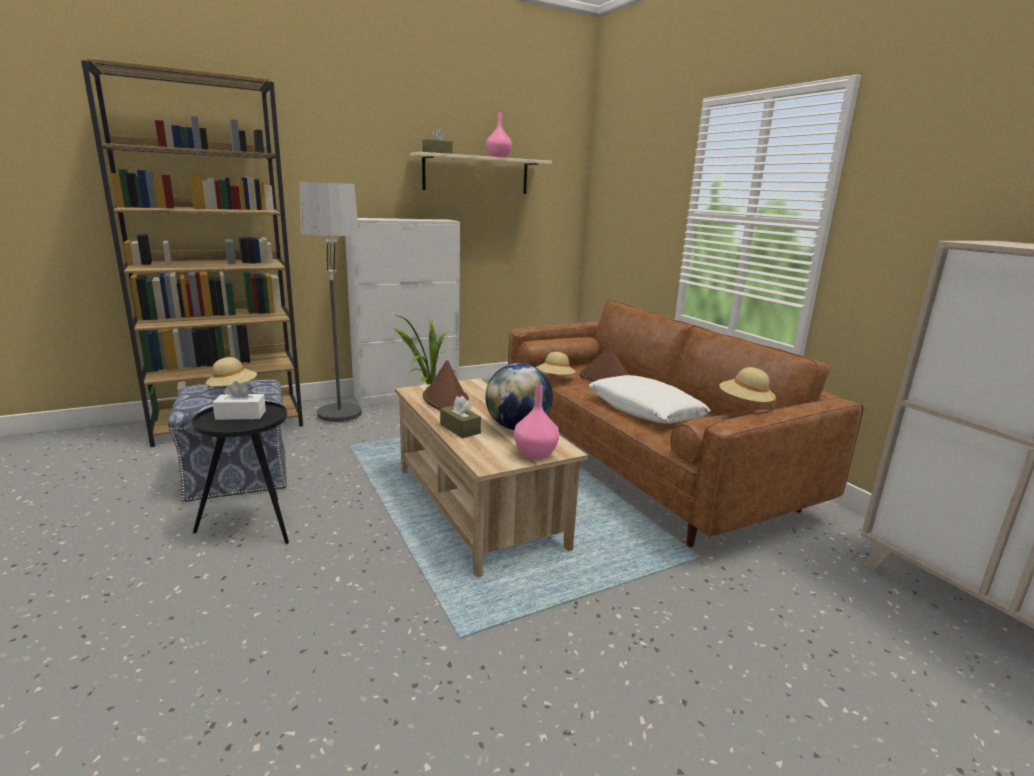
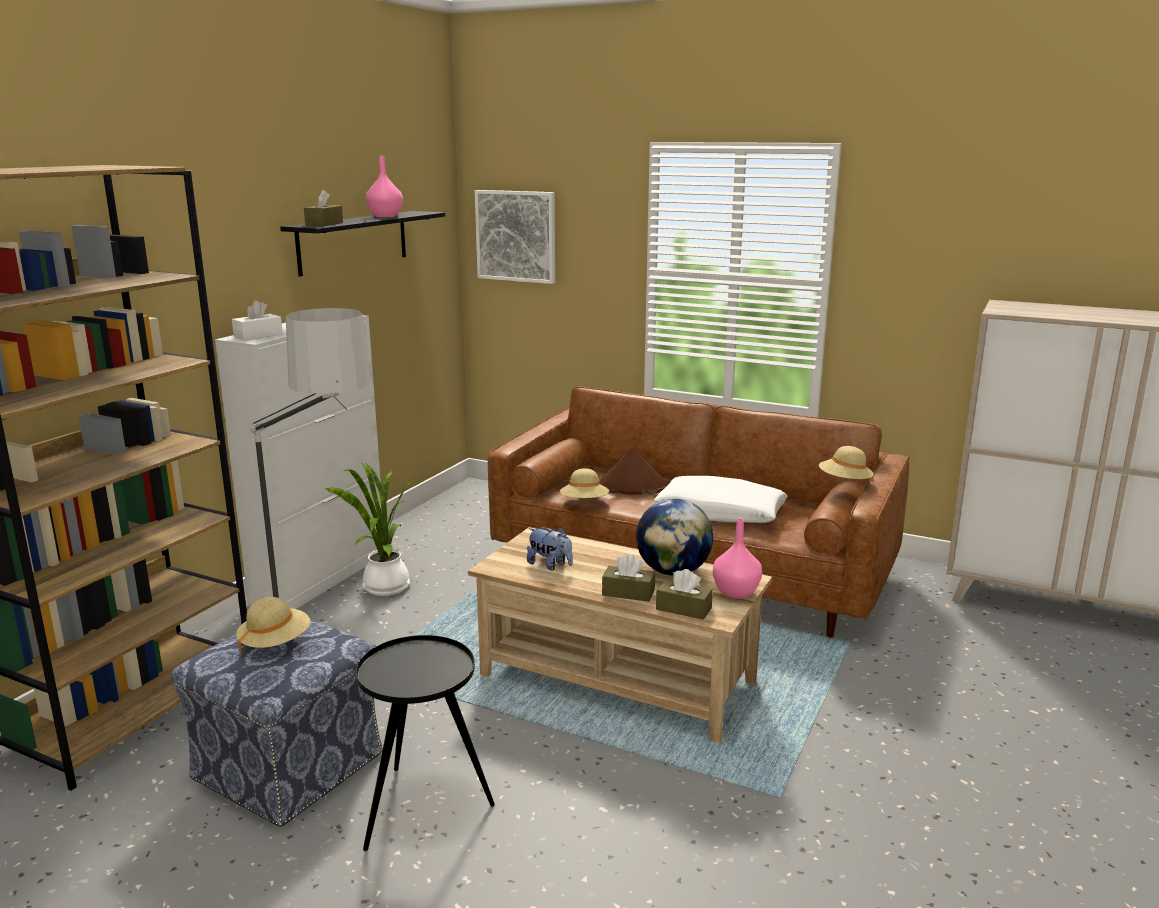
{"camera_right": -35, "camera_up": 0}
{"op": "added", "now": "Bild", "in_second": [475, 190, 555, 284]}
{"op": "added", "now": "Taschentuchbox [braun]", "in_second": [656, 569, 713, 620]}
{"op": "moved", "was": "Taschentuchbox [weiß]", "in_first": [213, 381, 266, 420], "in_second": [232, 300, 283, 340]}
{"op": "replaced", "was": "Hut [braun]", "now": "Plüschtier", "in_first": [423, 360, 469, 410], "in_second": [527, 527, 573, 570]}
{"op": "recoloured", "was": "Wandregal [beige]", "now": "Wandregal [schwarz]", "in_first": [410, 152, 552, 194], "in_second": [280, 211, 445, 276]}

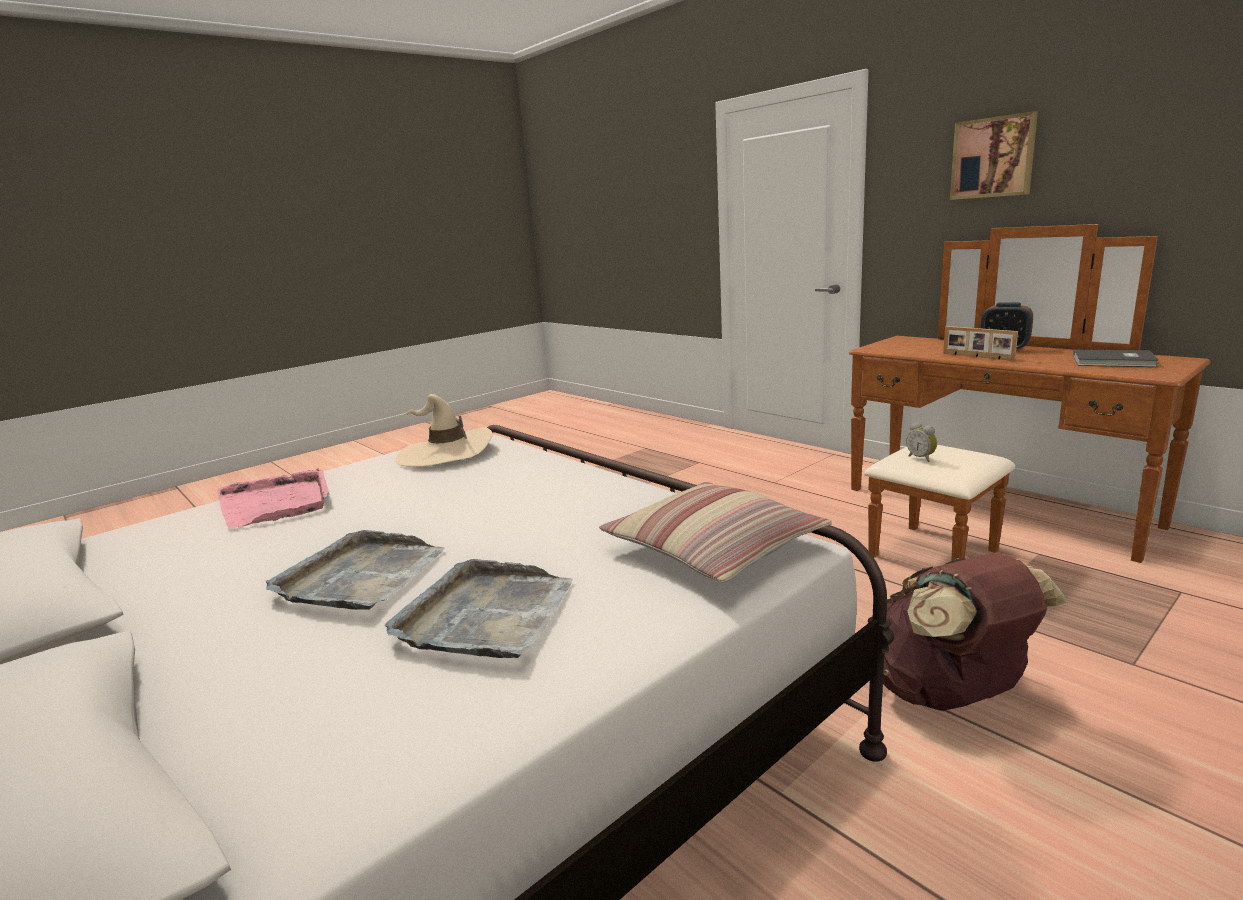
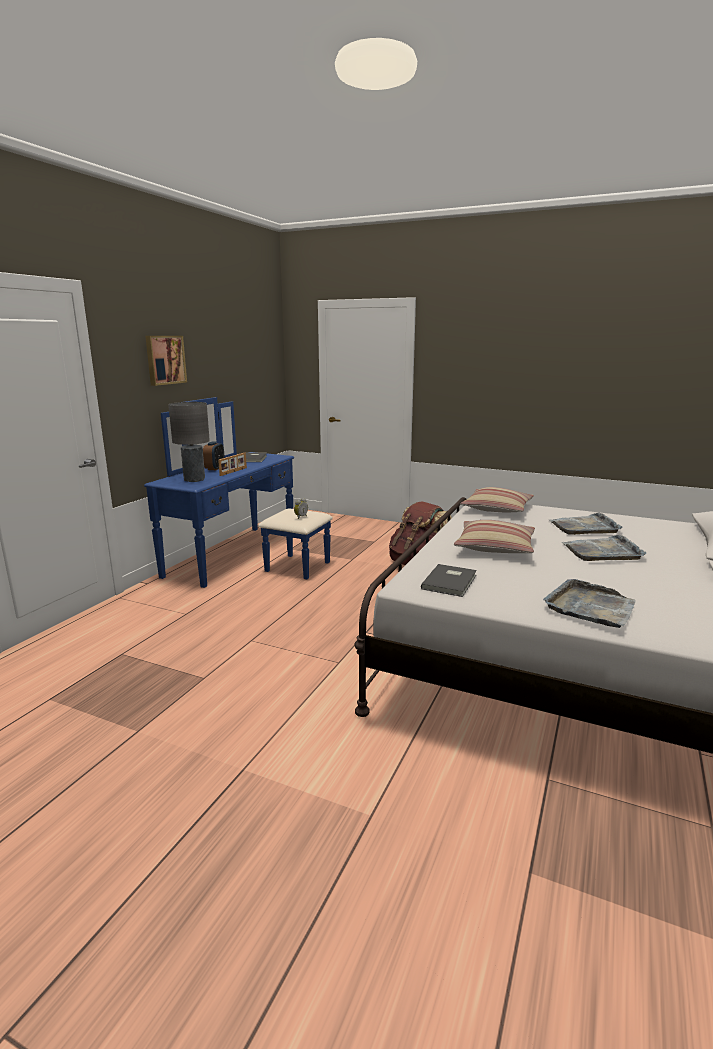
{"camera_right": -115, "camera_up": 0}
{"op": "added", "now": "Tischlampe [grau]", "in_second": [168, 402, 210, 482]}
{"op": "added", "now": "Kissen", "in_second": [454, 520, 535, 553]}
{"op": "replaced", "was": "Hut [beige]", "now": "Buch [grau]", "in_first": [396, 394, 493, 466], "in_second": [421, 564, 477, 597]}
{"op": "recoloured", "was": "Tablett [rosa]", "now": "Tablett [grau]", "in_first": [217, 468, 329, 529], "in_second": [543, 579, 636, 628]}
{"op": "recoloured", "was": "Kommode [braun]", "now": "Kommode [blau]", "in_first": [849, 224, 1211, 563], "in_second": [144, 397, 333, 588]}

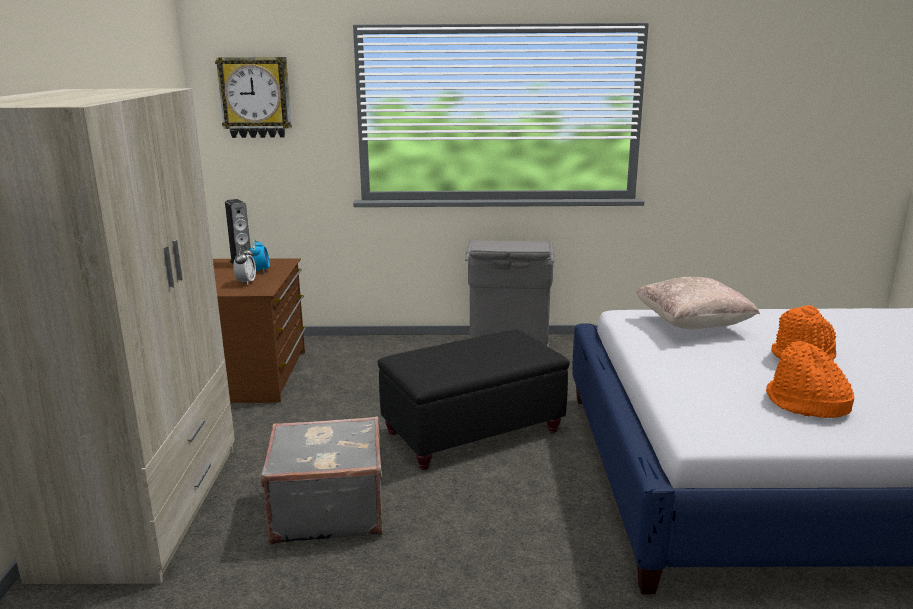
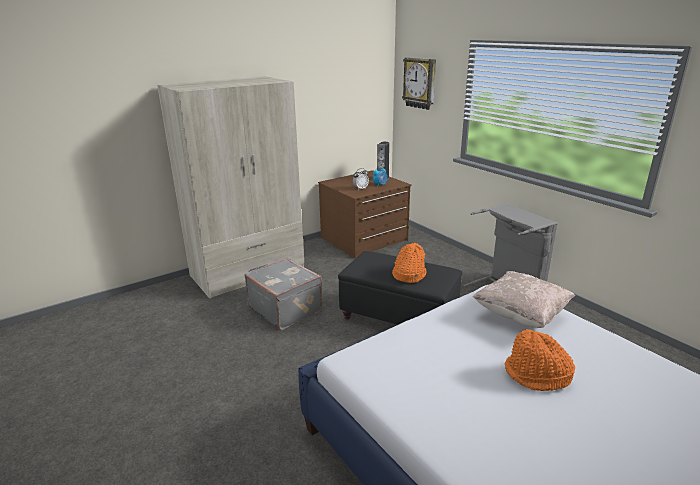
{"camera_right": 55, "camera_up": 5}
{"op": "moved", "was": "Hut [orange]", "in_first": [766, 341, 854, 418], "in_second": [392, 243, 427, 283]}

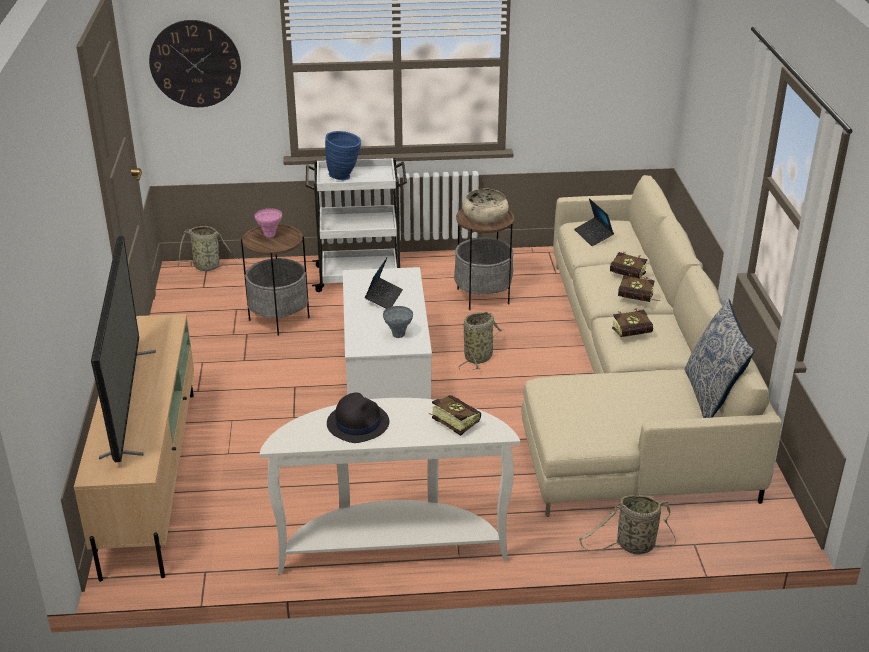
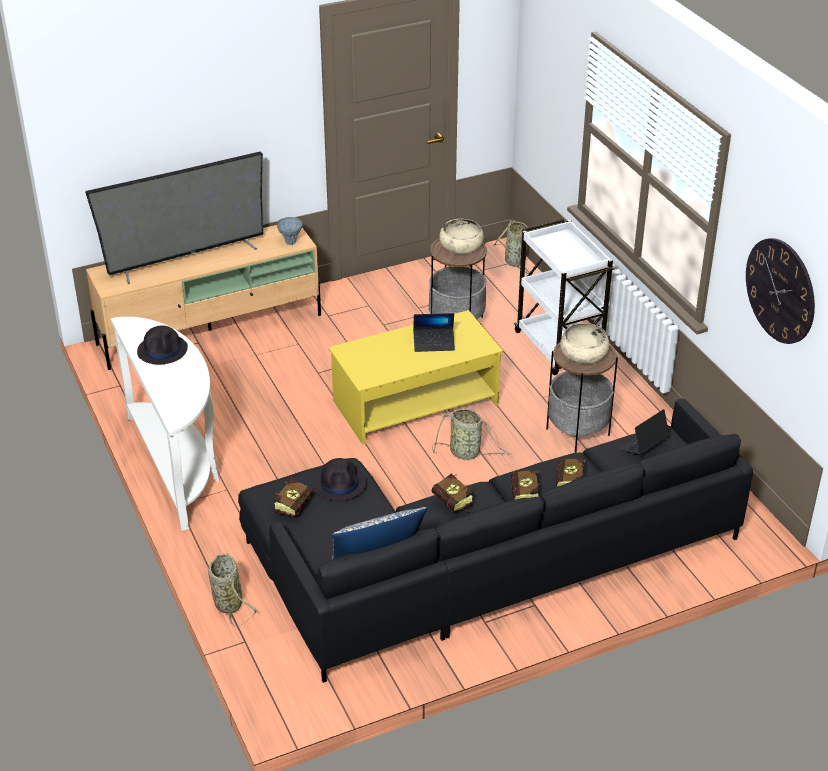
{"camera_right": 70, "camera_up": 5}
{"op": "removed", "was": "Vase [blau]", "in_first": [325, 131, 361, 180]}
{"op": "added", "now": "Hut [schwarz]", "in_second": [313, 458, 366, 501]}
{"op": "moved", "was": "Wanduhr", "in_first": [149, 20, 241, 107], "in_second": [746, 238, 815, 344]}
{"op": "moved", "was": "Vase [grau]", "in_first": [383, 306, 413, 338], "in_second": [277, 217, 303, 245]}
{"op": "moved", "was": "Buch", "in_first": [429, 395, 481, 436], "in_second": [274, 478, 313, 517]}
{"op": "replaced", "was": "Vase [rosa]", "now": "Schüssel [beige]", "in_first": [254, 208, 282, 238], "in_second": [440, 219, 484, 254]}
{"op": "recoloured", "was": "Couchtisch [weiß]", "now": "Couchtisch [gelb]", "in_first": [343, 267, 432, 399], "in_second": [328, 310, 503, 445]}
{"op": "recoloured", "was": "Sofa [beige]", "now": "Sofa [schwarz]", "in_first": [521, 175, 782, 517], "in_second": [238, 398, 753, 683]}

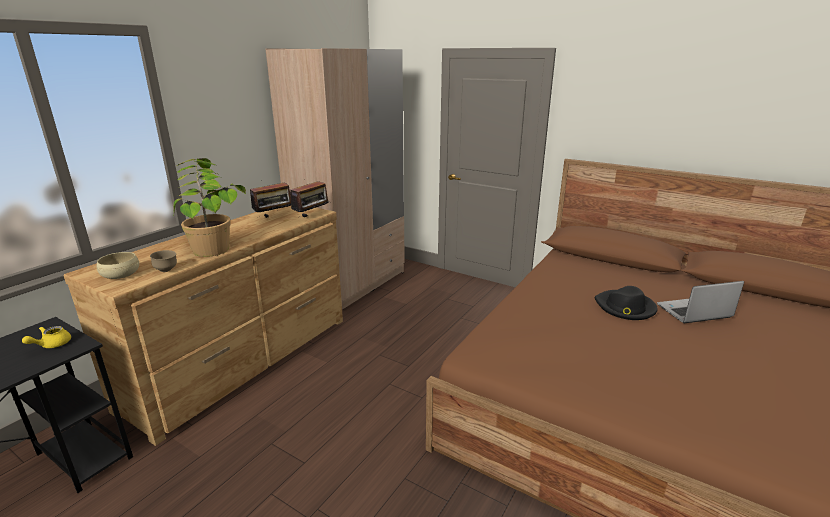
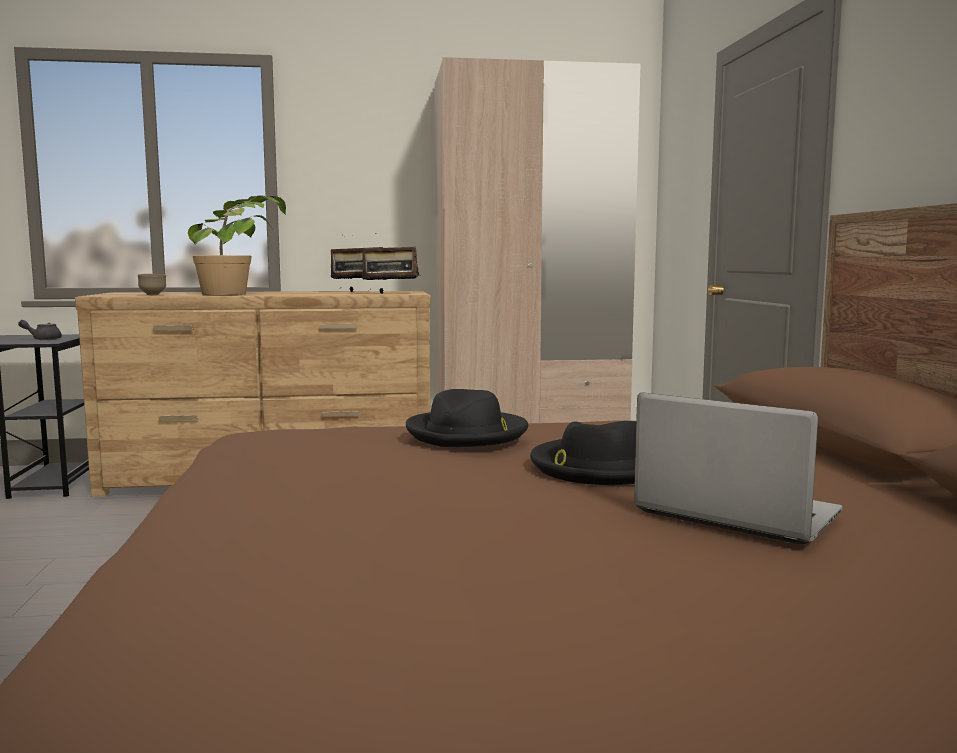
{"camera_right": 50, "camera_up": -15}
{"op": "removed", "was": "Schüssel [beige]", "in_first": [97, 252, 139, 279]}
{"op": "added", "now": "Hut [schwarz]", "in_second": [406, 389, 528, 447]}
{"op": "recoloured", "was": "Teekanne [gelb]", "now": "Teekanne [grau]", "in_first": [22, 326, 71, 348], "in_second": [18, 320, 62, 340]}

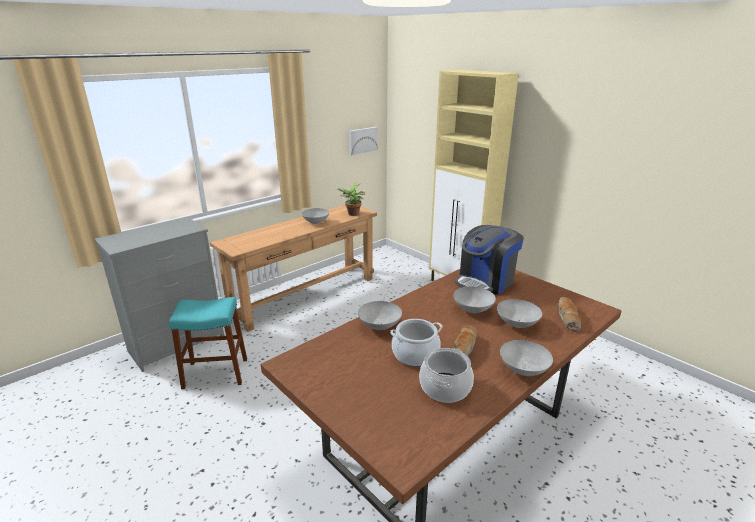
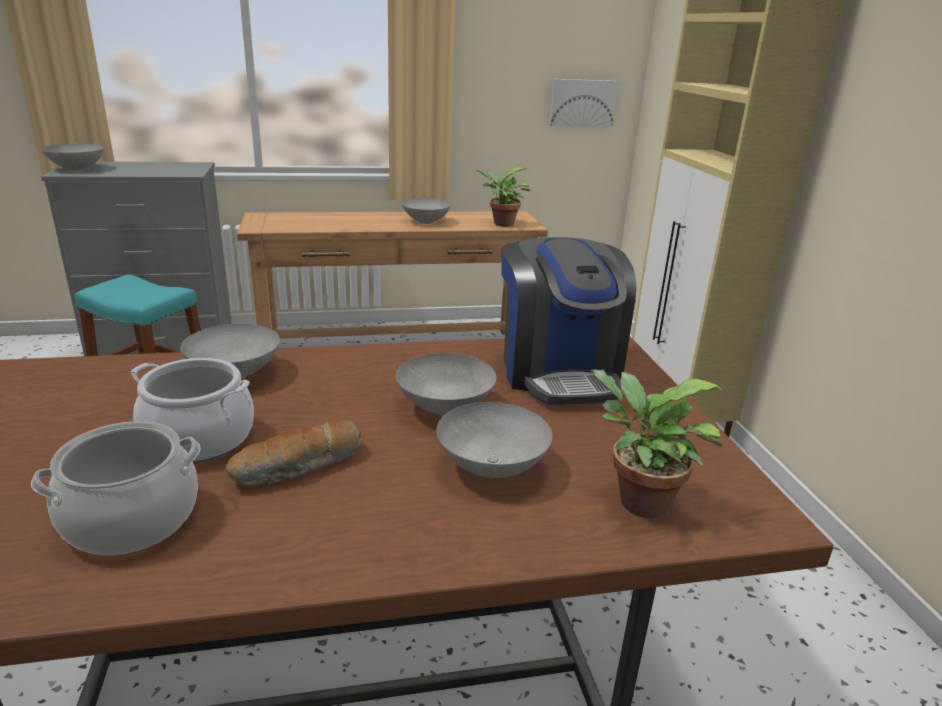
{"camera_right": 30, "camera_up": 0}
{"op": "moved", "was": "Schüssel [grau]", "in_first": [500, 340, 553, 376], "in_second": [41, 143, 104, 171]}
{"op": "replaced", "was": "Brot", "now": "Topfpflanze", "in_first": [558, 297, 581, 332], "in_second": [590, 369, 723, 518]}
{"op": "turned", "was": "Kaffeemaschine", "in_first": [455, 225, 524, 295], "in_second": [501, 237, 636, 405], "clockwise": -90}

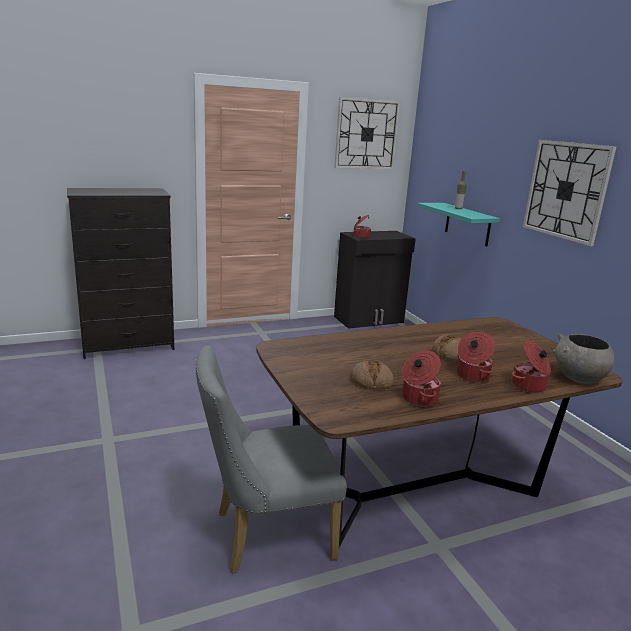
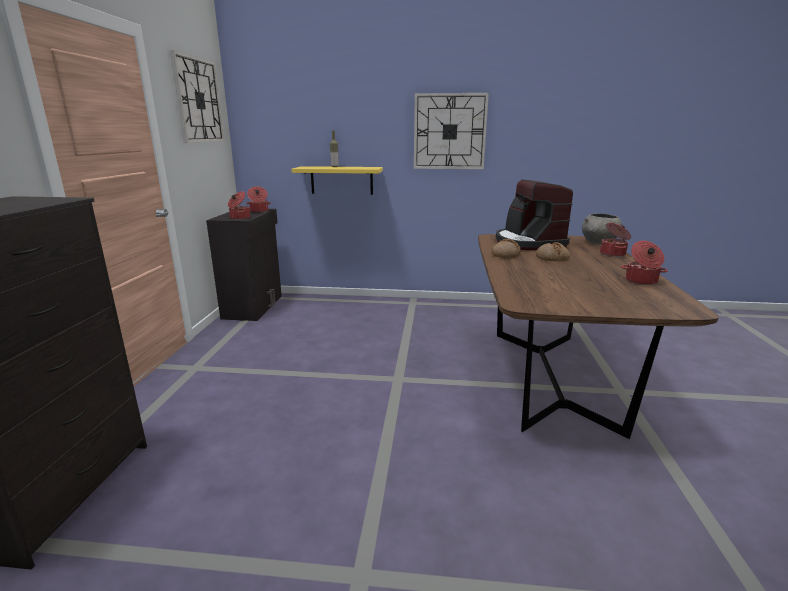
{"camera_right": -60, "camera_up": 0}
{"op": "removed", "was": "Stuhl [grau]", "in_first": [196, 345, 347, 573]}
{"op": "added", "now": "Kaffeemaschine", "in_second": [496, 180, 573, 250]}
{"op": "moved", "was": "Brot", "in_first": [351, 360, 394, 389], "in_second": [491, 239, 521, 258]}
{"op": "moved", "was": "Kochtopf", "in_first": [457, 332, 495, 383], "in_second": [246, 186, 271, 212]}
{"op": "recoloured", "was": "Wandregal [türkis]", "now": "Wandregal [gelb]", "in_first": [417, 203, 500, 246], "in_second": [291, 166, 383, 195]}

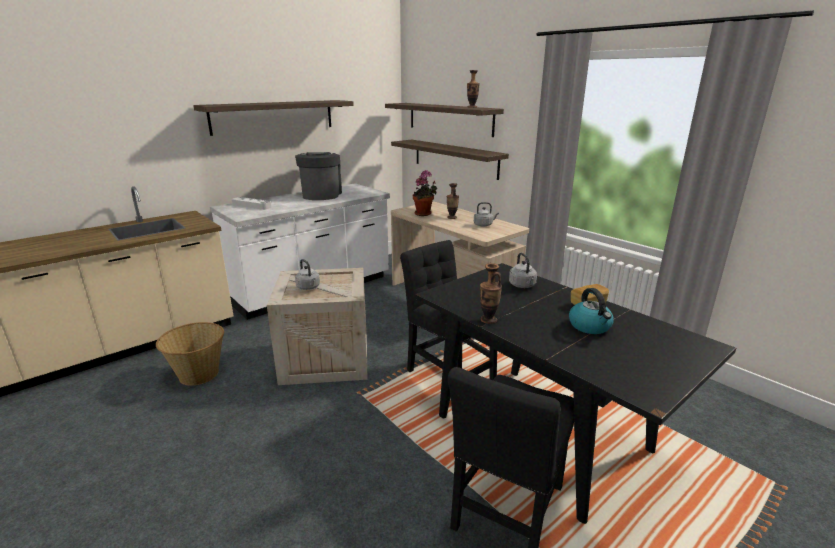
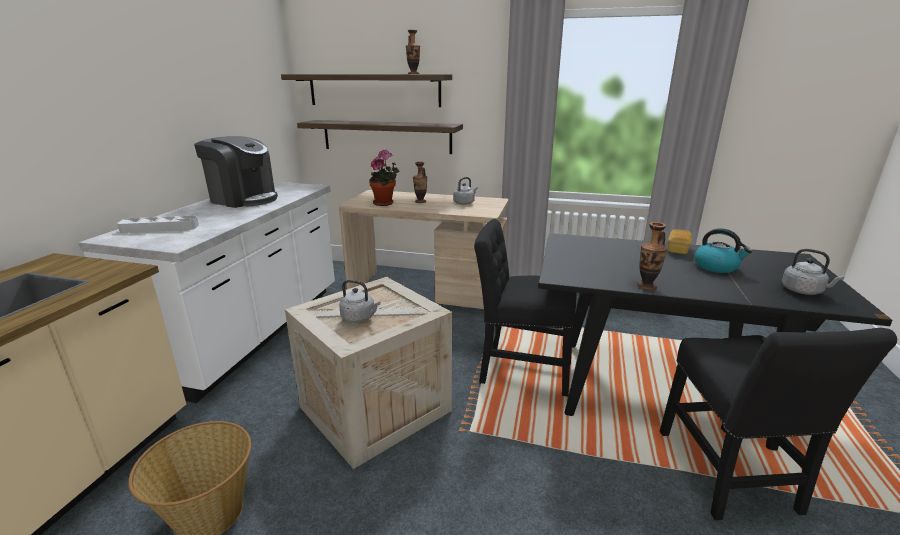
{"camera_right": -35, "camera_up": 0}
{"op": "removed", "was": "Wandregal", "in_first": [193, 100, 354, 136]}
{"op": "moved", "was": "Wasserkessel [grau]", "in_first": [509, 253, 537, 288], "in_second": [782, 249, 845, 295]}
{"op": "turned", "was": "Kaffeemaschine", "in_first": [295, 152, 342, 200], "in_second": [194, 136, 278, 208], "clockwise": 150}

